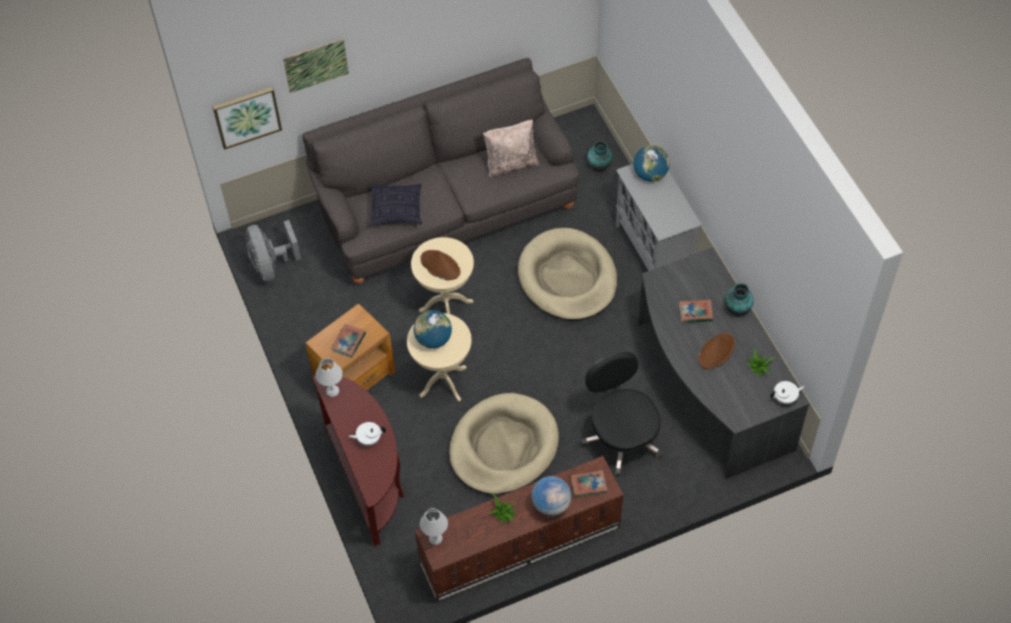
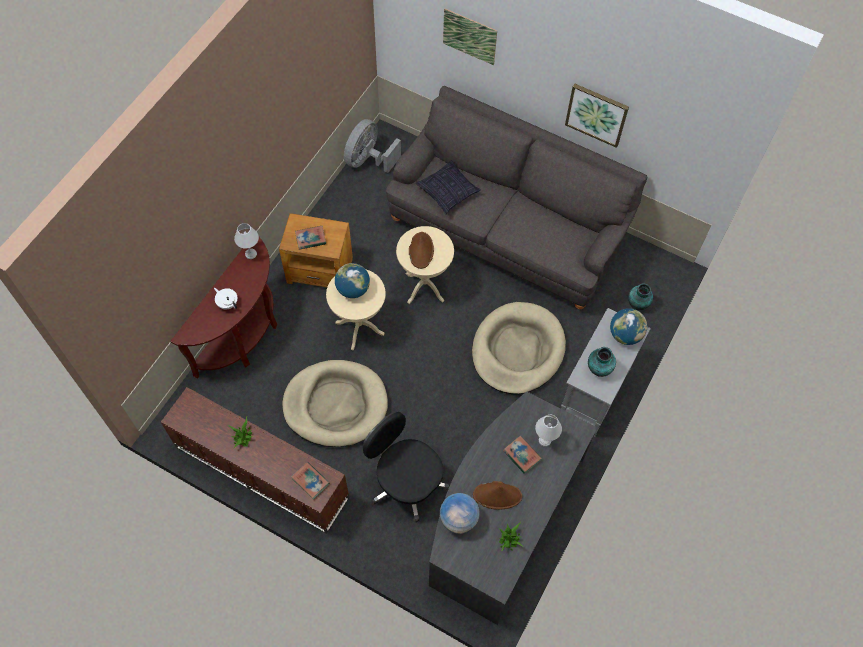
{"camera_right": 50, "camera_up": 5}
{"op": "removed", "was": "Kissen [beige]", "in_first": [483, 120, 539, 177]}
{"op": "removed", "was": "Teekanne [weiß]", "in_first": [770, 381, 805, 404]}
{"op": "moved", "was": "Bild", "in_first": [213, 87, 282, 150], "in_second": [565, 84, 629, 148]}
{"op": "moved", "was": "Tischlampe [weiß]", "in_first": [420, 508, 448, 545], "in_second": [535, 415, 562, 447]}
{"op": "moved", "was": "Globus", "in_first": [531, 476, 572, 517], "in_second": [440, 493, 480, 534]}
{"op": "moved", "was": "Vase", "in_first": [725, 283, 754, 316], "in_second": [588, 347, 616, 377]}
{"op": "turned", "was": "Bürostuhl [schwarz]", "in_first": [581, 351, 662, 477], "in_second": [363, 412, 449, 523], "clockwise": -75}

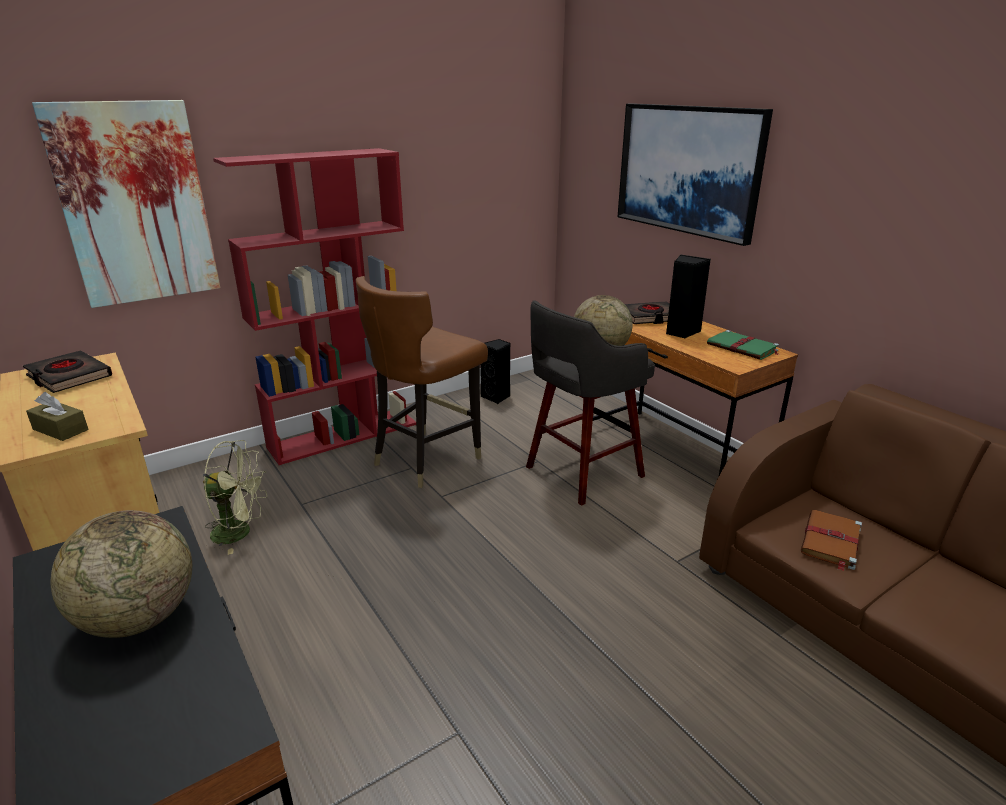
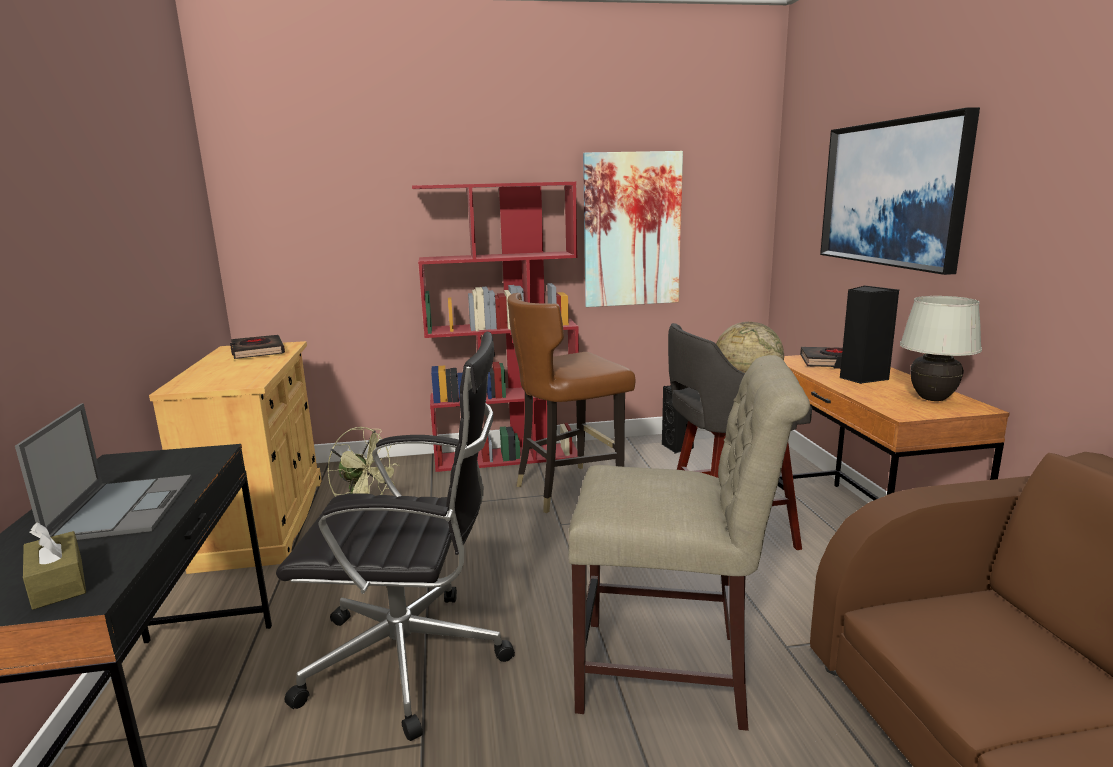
{"camera_right": 25, "camera_up": -10}
{"op": "removed", "was": "Buch [braun]", "in_first": [801, 510, 862, 571]}
{"op": "added", "now": "Bürostuhl [schwarz]", "in_second": [276, 332, 515, 741]}
{"op": "added", "now": "Stuhl [beige]", "in_second": [568, 355, 810, 731]}
{"op": "moved", "was": "Taschentuchbox [braun]", "in_first": [26, 392, 88, 441], "in_second": [23, 523, 86, 610]}
{"op": "moved", "was": "Bild", "in_first": [32, 100, 220, 308], "in_second": [583, 151, 683, 307]}
{"op": "replaced", "was": "Globus", "now": "Laptop", "in_first": [51, 510, 192, 638], "in_second": [15, 403, 192, 540]}
{"op": "replaced", "was": "Buch [grün]", "now": "Tischlampe [weiß]", "in_first": [707, 330, 779, 360], "in_second": [900, 296, 982, 401]}

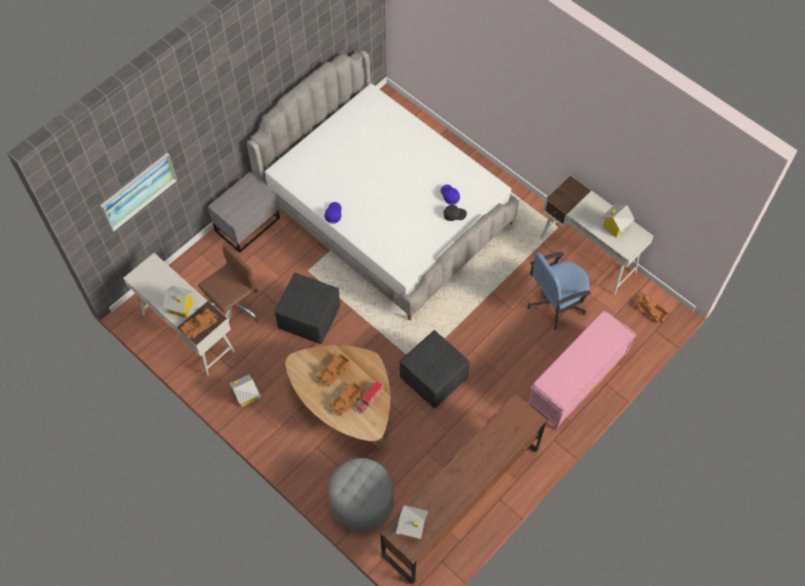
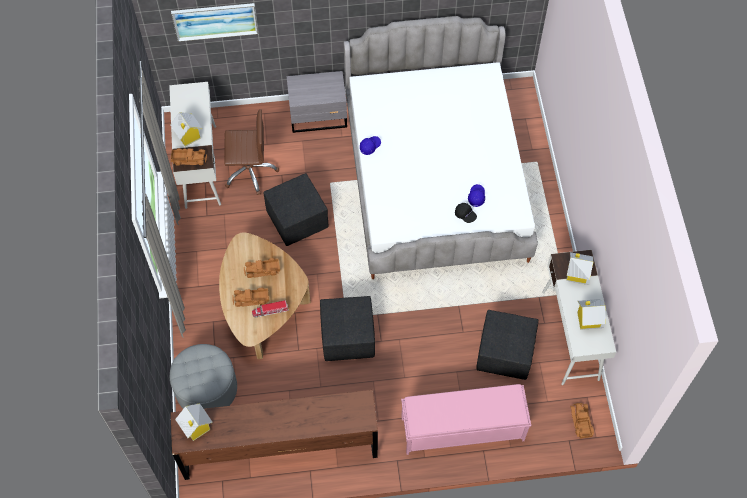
{"camera_right": 40, "camera_up": 0}
{"op": "moved", "was": "Spielzeughaus", "in_first": [229, 375, 262, 407], "in_second": [566, 252, 594, 285]}
{"op": "replaced", "was": "Bürostuhl [blau]", "now": "Polsterhocker [schwarz]", "in_first": [527, 252, 591, 330], "in_second": [476, 310, 538, 380]}

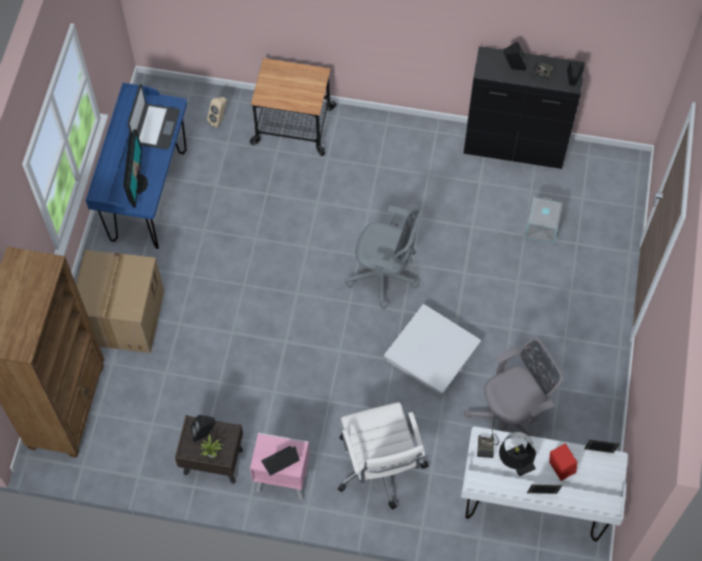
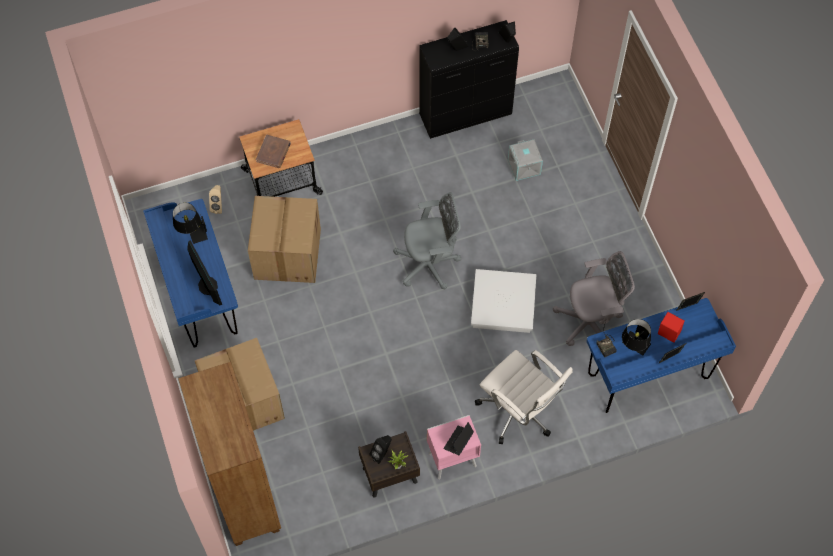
{"camera_right": -30, "camera_up": 0}
{"op": "added", "now": "Karton", "in_second": [248, 196, 321, 283]}
{"op": "added", "now": "Buch [braun]", "in_second": [256, 135, 291, 168]}
{"op": "replaced", "was": "Laptop", "now": "Tischlampe [schwarz]", "in_first": [128, 84, 180, 149], "in_second": [173, 203, 208, 244]}
{"op": "recoloured", "was": "Schreibtisch [weiß]", "now": "Schreibtisch [blau]", "in_first": [461, 427, 628, 542], "in_second": [586, 298, 736, 413]}
{"op": "turned", "was": "Bürostuhl [grau]", "in_first": [464, 337, 563, 438], "in_second": [553, 251, 635, 346], "clockwise": 45}

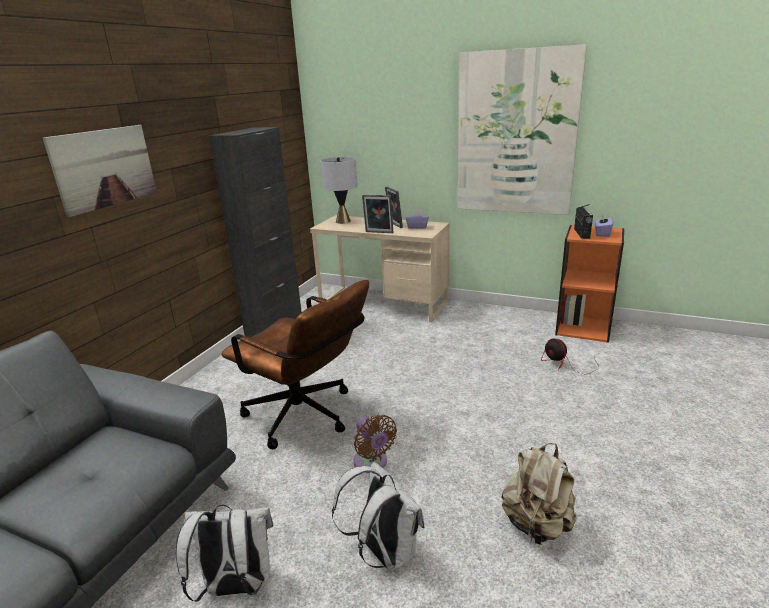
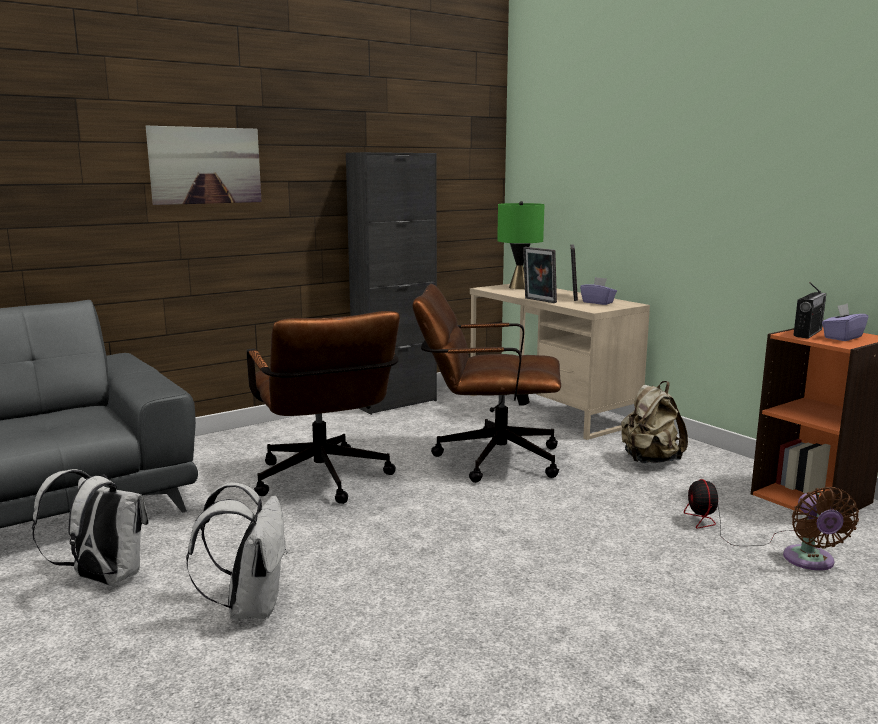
{"camera_right": 30, "camera_up": -10}
{"op": "removed", "was": "Bild", "in_first": [457, 44, 587, 215]}
{"op": "added", "now": "Bürostuhl [braun]", "in_second": [412, 284, 561, 483]}
{"op": "moved", "was": "Ventilator [braun]", "in_first": [353, 415, 397, 473], "in_second": [783, 487, 859, 570]}
{"op": "moved", "was": "Rucksack [beige]", "in_first": [502, 443, 577, 545], "in_second": [621, 381, 688, 463]}
{"op": "recoloured", "was": "Tischlampe [grau]", "now": "Tischlampe [grün]", "in_first": [321, 157, 358, 224], "in_second": [497, 201, 544, 289]}

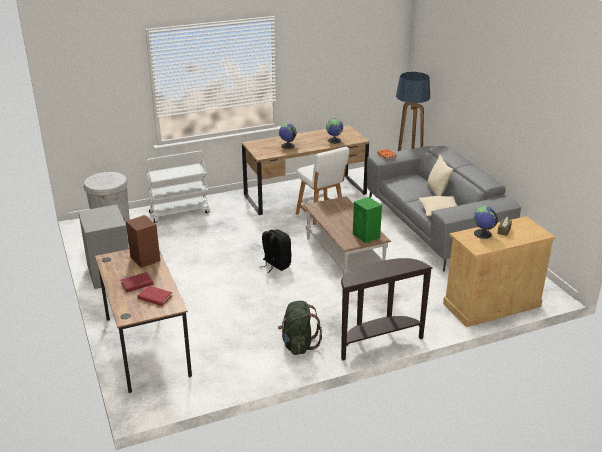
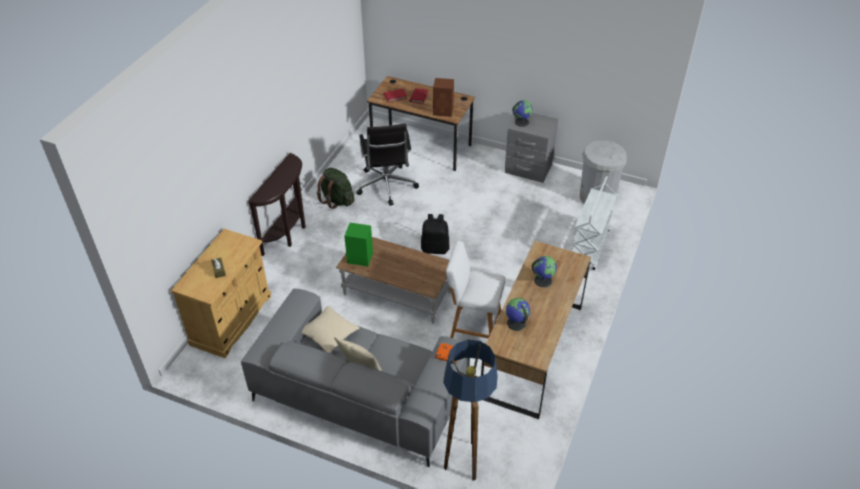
{"camera_right": 135, "camera_up": 15}
{"op": "added", "now": "Bürostuhl [schwarz]", "in_second": [357, 124, 419, 206]}
{"op": "moved", "was": "Globus", "in_first": [474, 206, 498, 239], "in_second": [512, 100, 533, 127]}

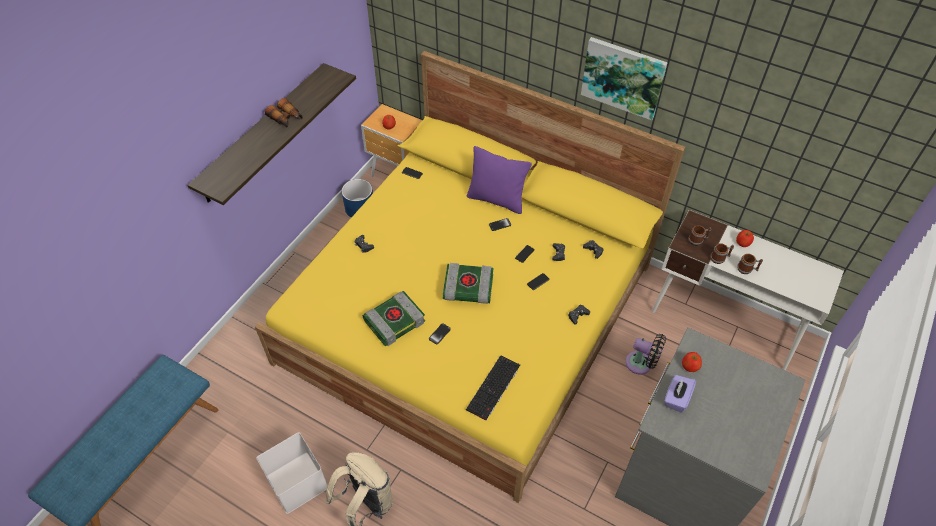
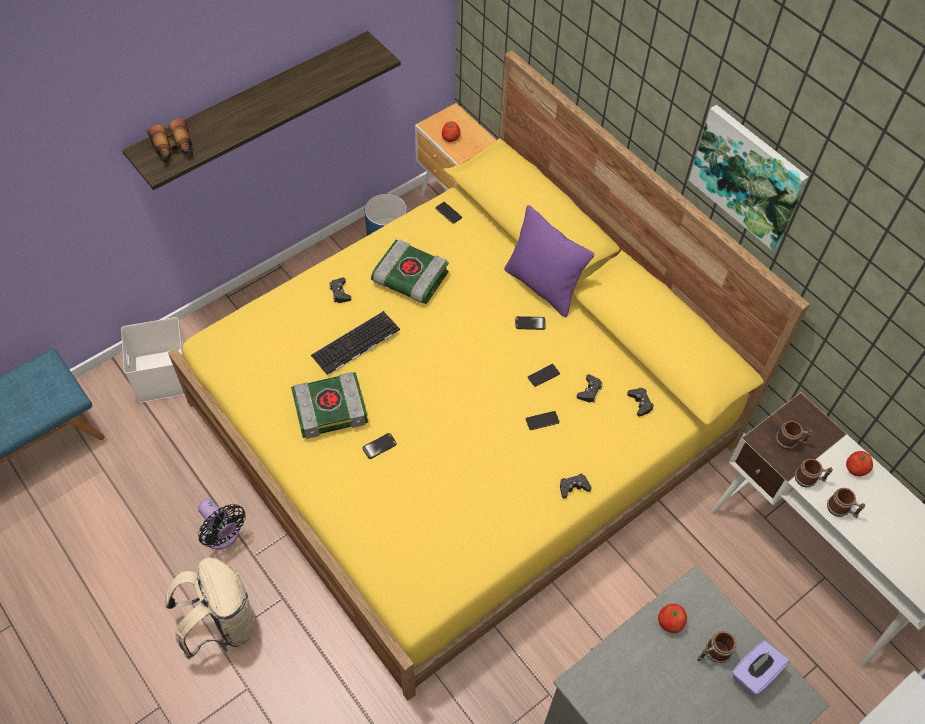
{"camera_right": 20, "camera_up": 5}
{"op": "added", "now": "Henkelbecher", "in_second": [697, 631, 736, 663]}
{"op": "moved", "was": "Aufbewahrungsbox [weiß]", "in_first": [256, 432, 328, 514], "in_second": [121, 317, 186, 403]}
{"op": "moved", "was": "Fernglas", "in_first": [265, 98, 303, 128], "in_second": [147, 119, 193, 163]}
{"op": "moved", "was": "Buch", "in_first": [443, 263, 493, 304], "in_second": [371, 239, 449, 304]}
{"op": "moved", "was": "Tastatur", "in_first": [466, 355, 520, 420], "in_second": [311, 311, 400, 375]}
{"op": "moved", "was": "Ventilator [schwarz]", "in_first": [625, 334, 666, 375], "in_second": [198, 499, 246, 549]}
{"op": "moved", "was": "Taschentuchbox [lila]", "in_first": [664, 375, 696, 413], "in_second": [732, 641, 790, 696]}

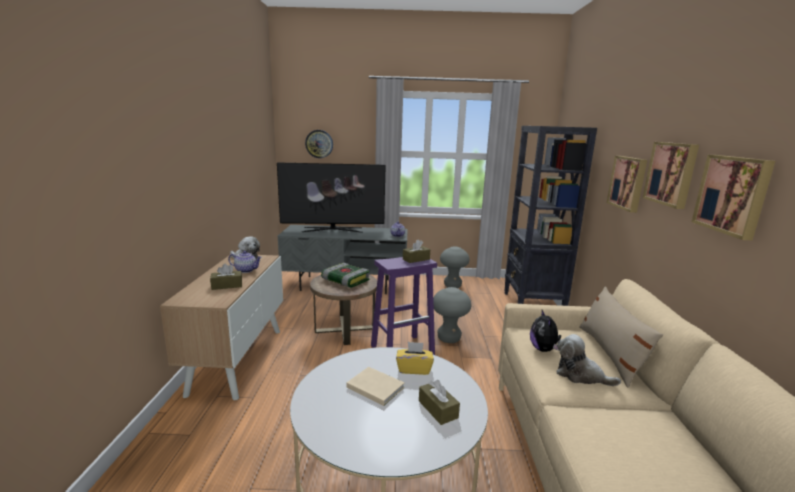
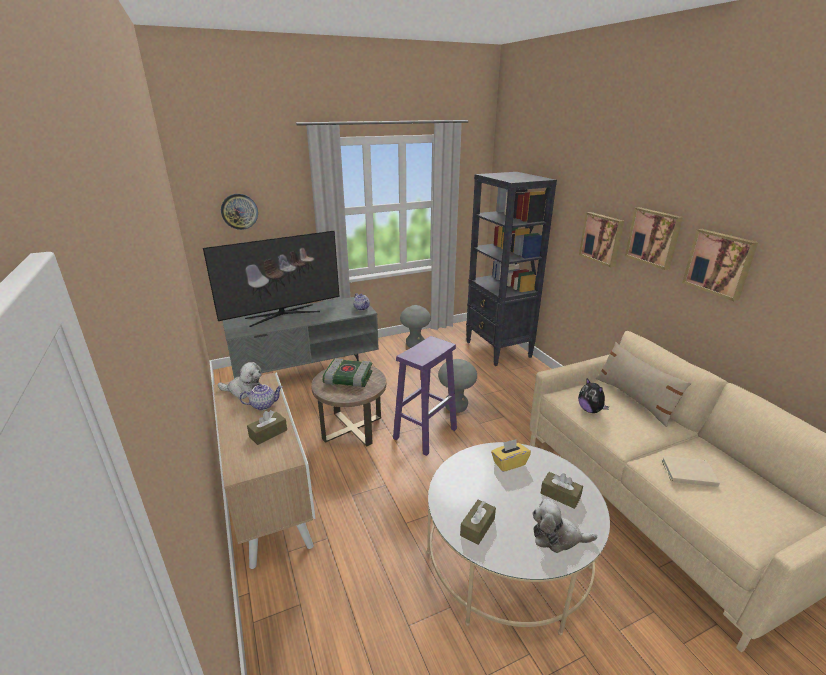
{"camera_right": -25, "camera_up": 10}
{"op": "moved", "was": "Buch [beige]", "in_first": [347, 367, 405, 406], "in_second": [662, 456, 720, 487]}
{"op": "moved", "was": "Taschentuchbox [braun]", "in_first": [403, 240, 430, 263], "in_second": [460, 499, 496, 545]}
{"op": "moved", "was": "Plüschtier", "in_first": [556, 334, 621, 386], "in_second": [532, 499, 597, 553]}

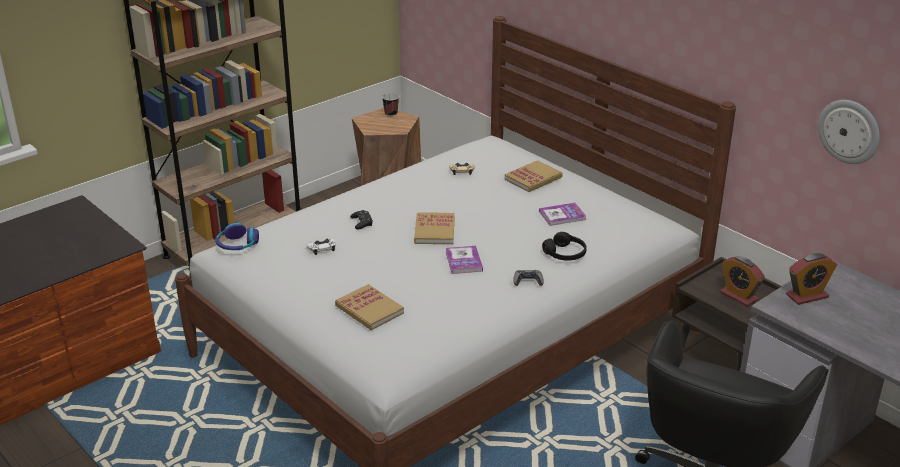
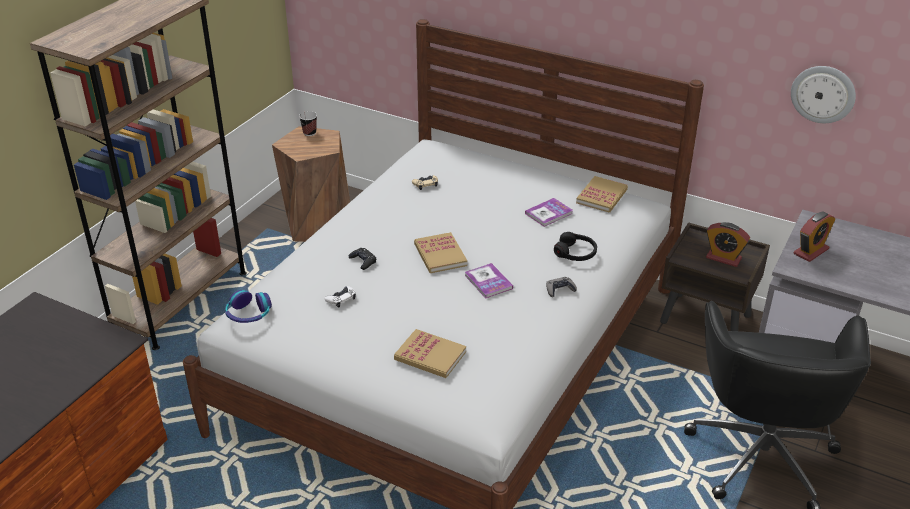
{"camera_right": -20, "camera_up": 5}
{"op": "moved", "was": "Buch", "in_first": [505, 160, 563, 192], "in_second": [576, 176, 628, 213]}

